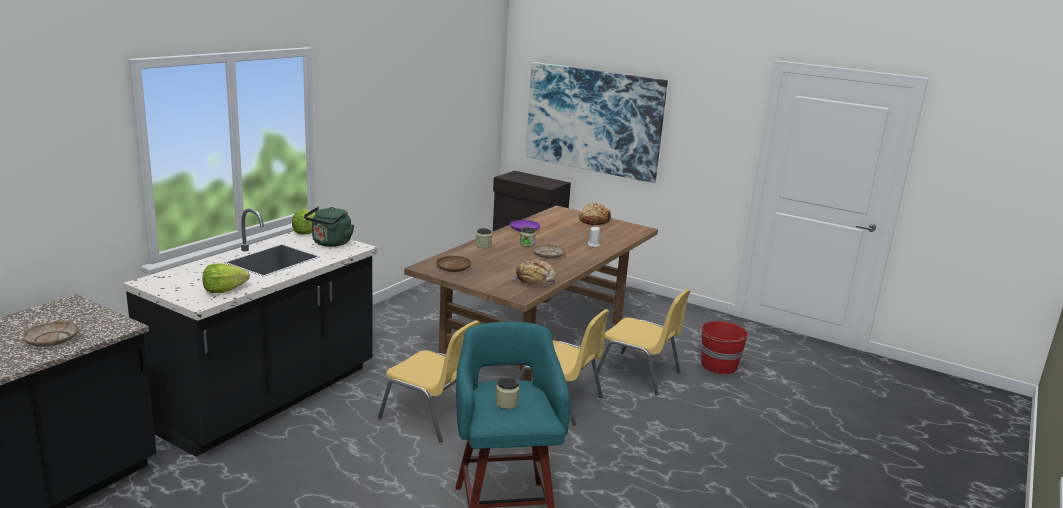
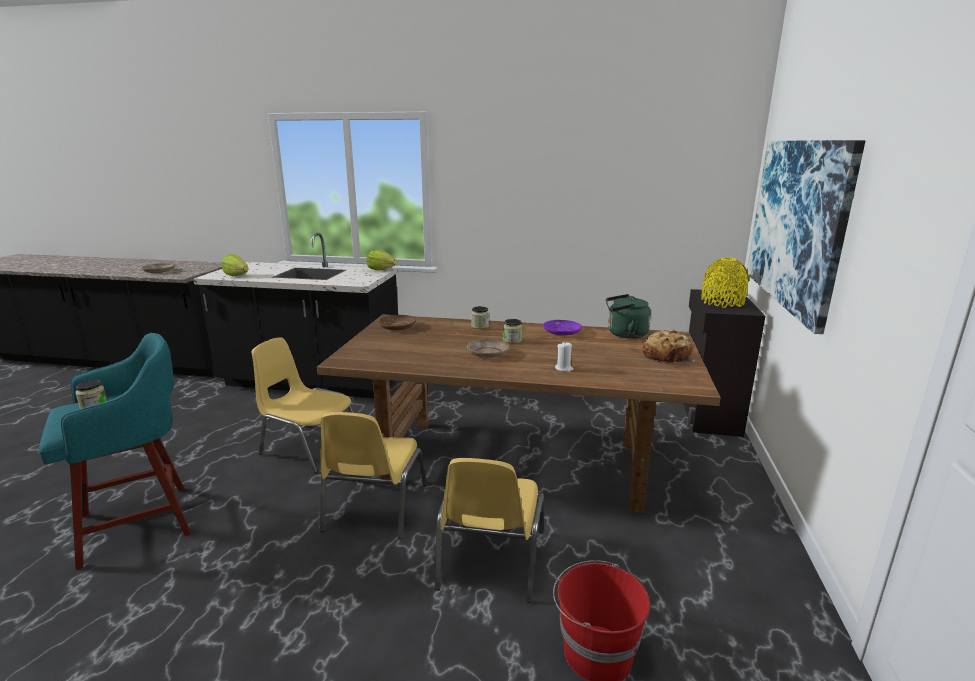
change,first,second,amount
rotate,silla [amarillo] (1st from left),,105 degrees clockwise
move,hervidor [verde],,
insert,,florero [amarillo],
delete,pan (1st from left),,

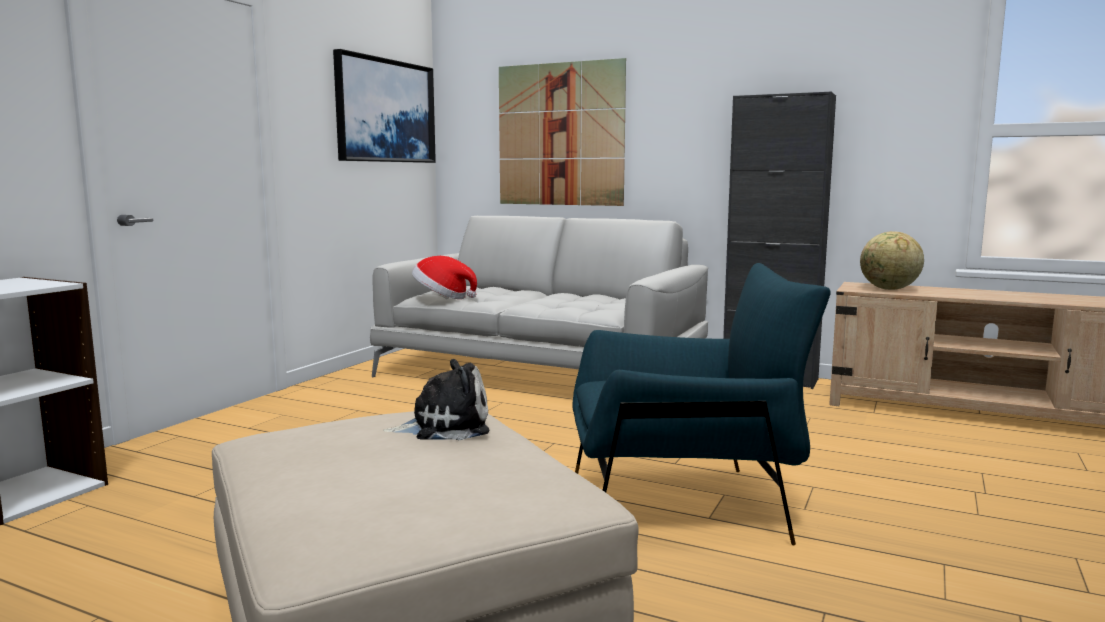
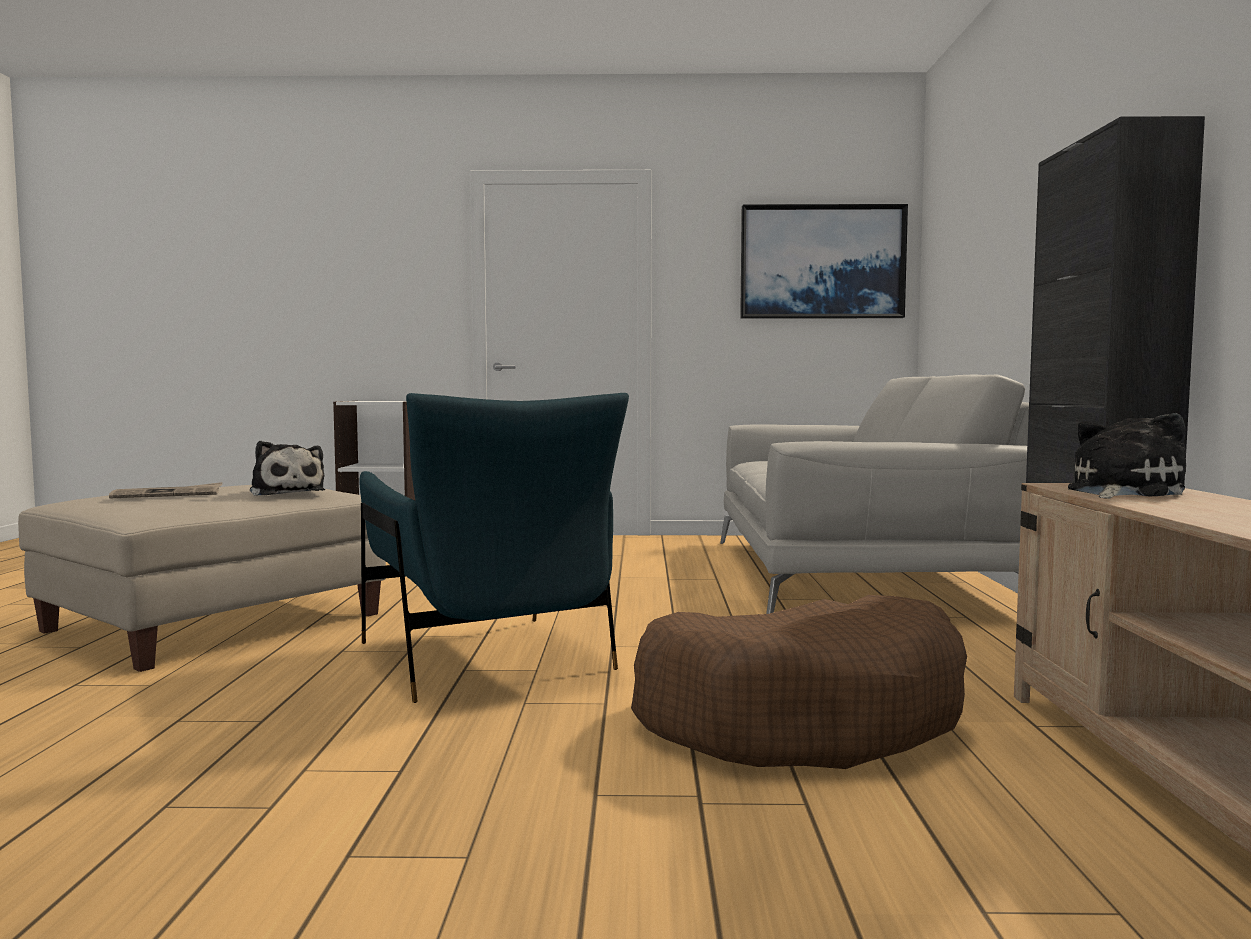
change,first,second,amount
insert,,periódico,
insert,,cama para perro [marrón],
replace,globo terráqueo,peluche (2nd from left),
delete,sombrero,,
delete,cuadro (2nd from left),,

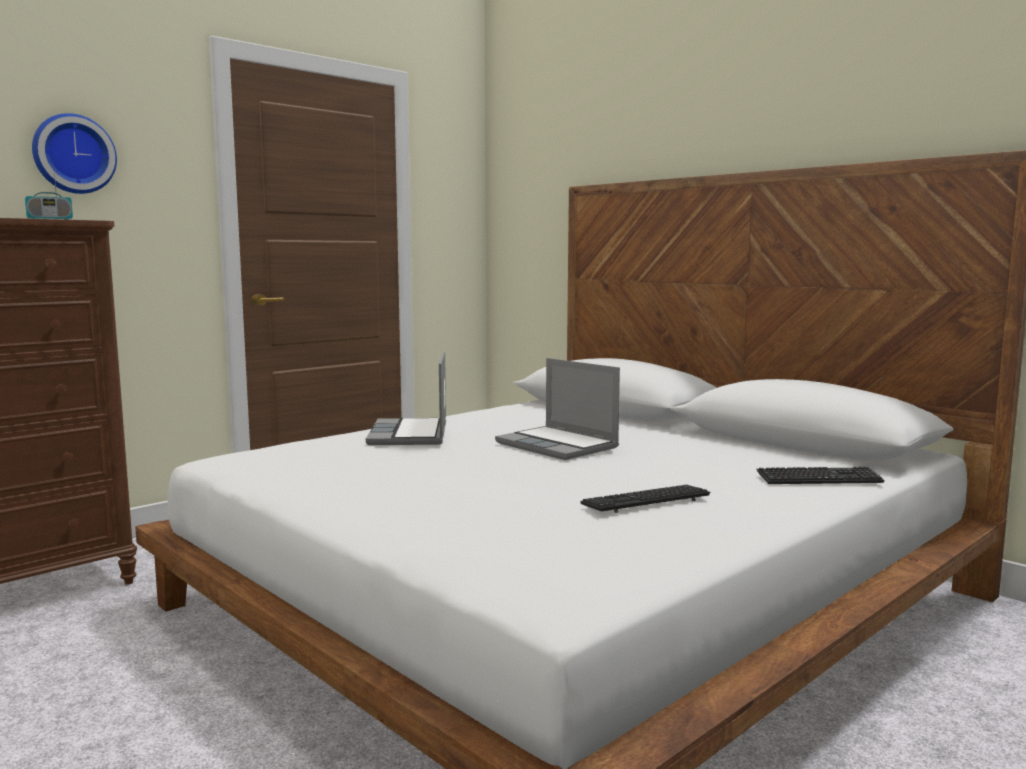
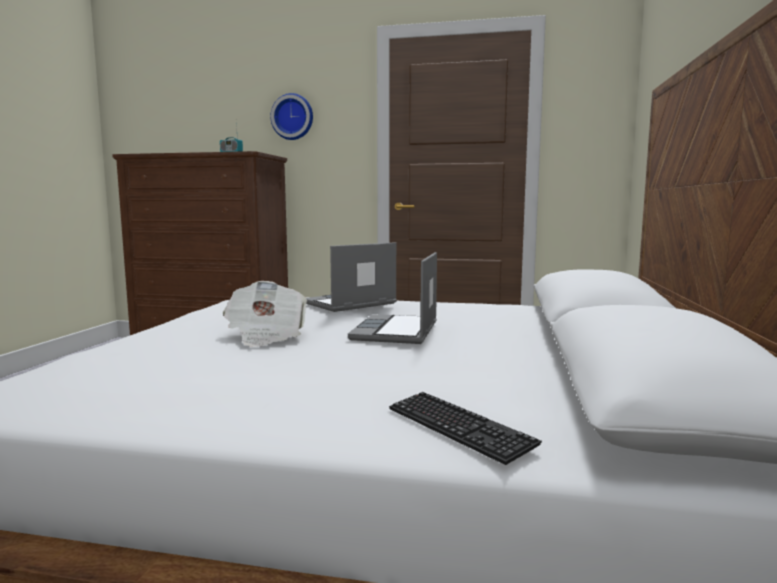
change,first,second,amount
insert,,periódico,
delete,teclado (1st from left),,

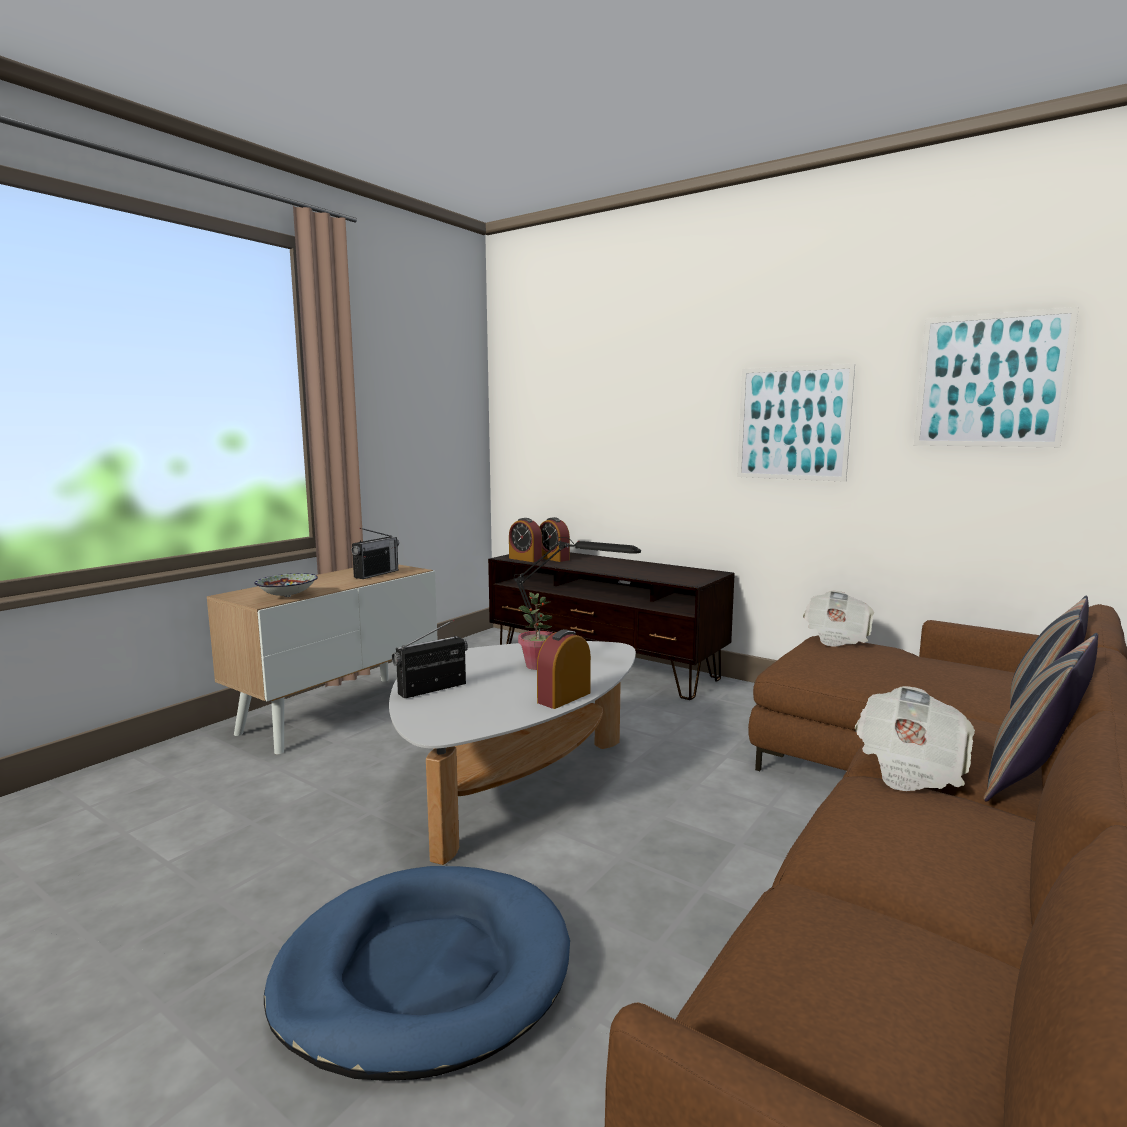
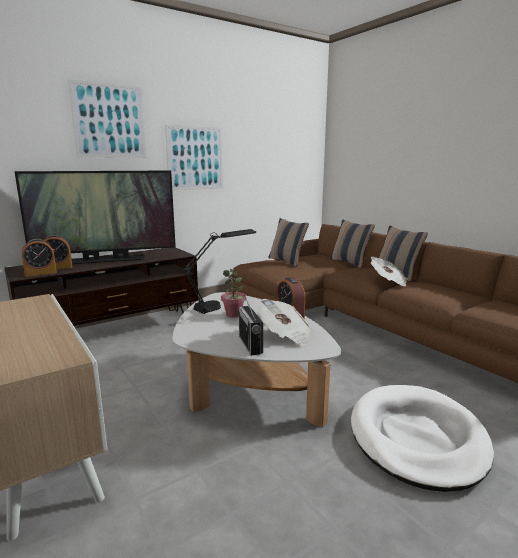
change,first,second,amount
insert,,televisor,
move,cuadro (2nd from left in the first image),cuadro (1st from left),
move,periódico (1st from left),,
insert,,cojín (1st from left),
recolor,cama para perro [azul],cama para perro [blanco],
delete,cuenco,,
delete,radio (1st from left),,

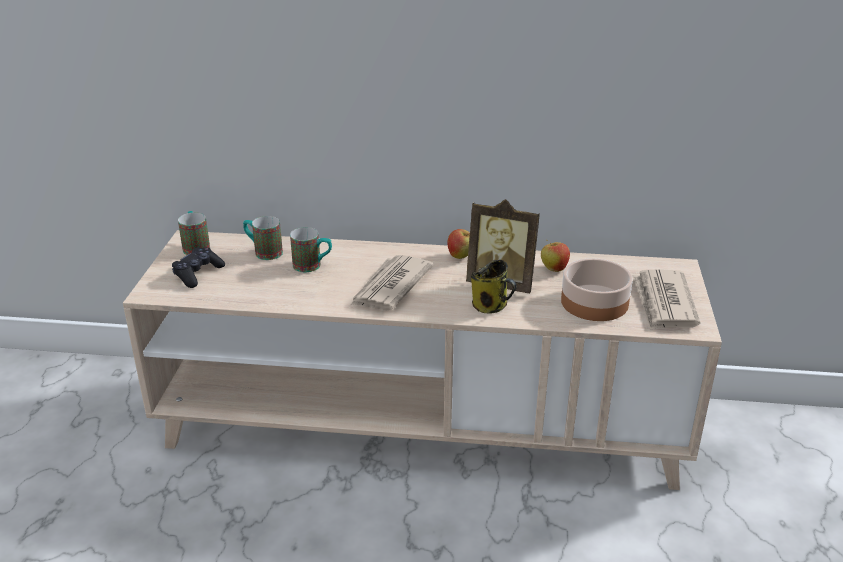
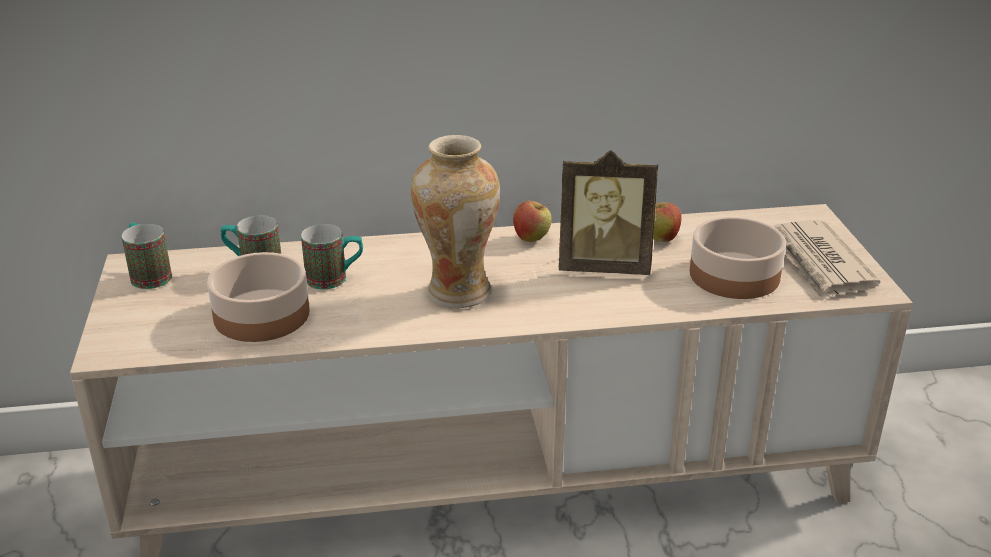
change,first,second,amount
insert,,cuenco (1st from left),
replace,periódico (1st from left),florero,
delete,mando de consola [negro],,
delete,taza grande (4th from left),,

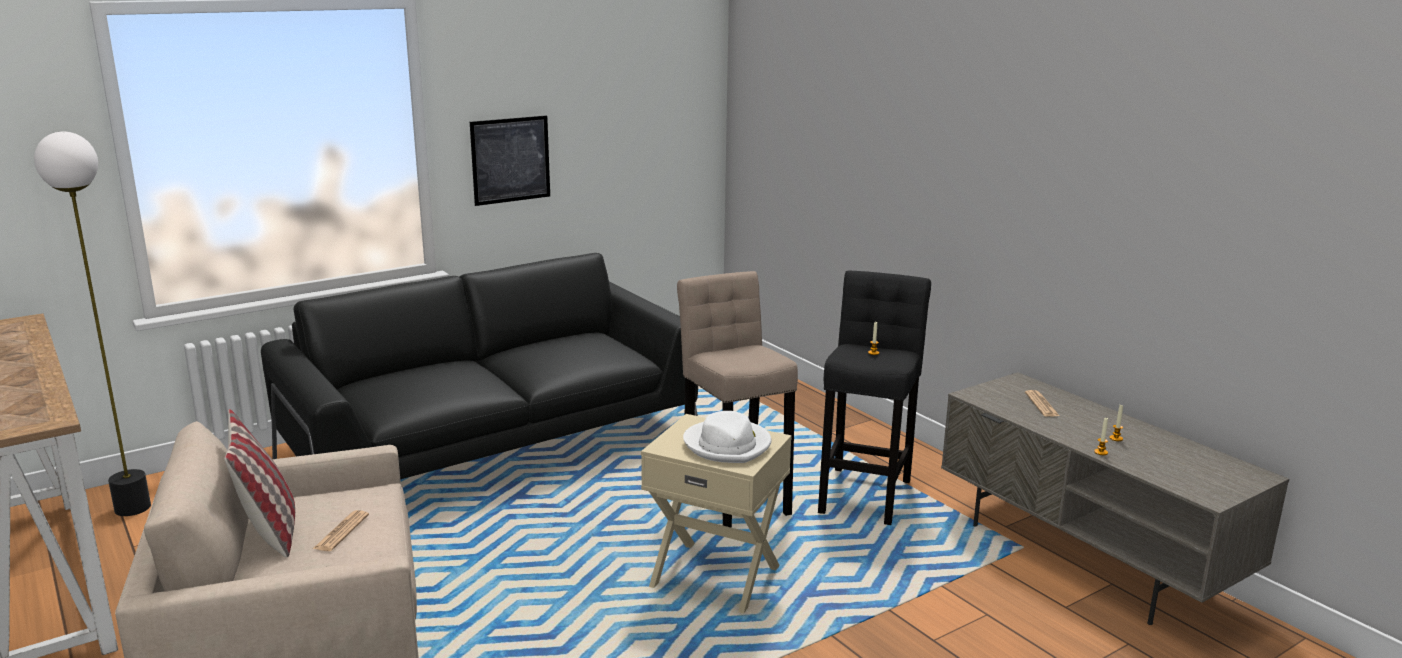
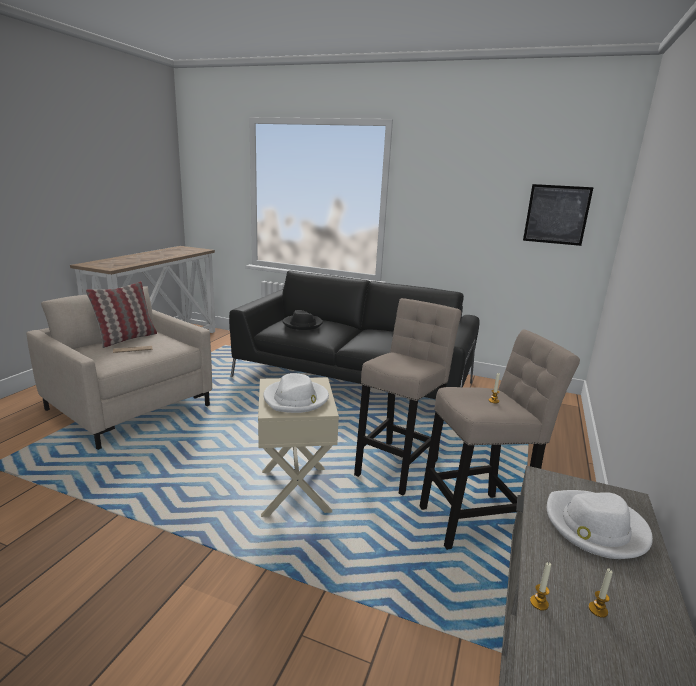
change,first,second,amount
insert,,sombrero [negro],
recolor,taburete [negro],taburete [beis] (2nd from left),
move,cuadro,,
replace,periódico (2nd from left),sombrero [blanco] (2nd from left),
delete,lámpara de pie,,

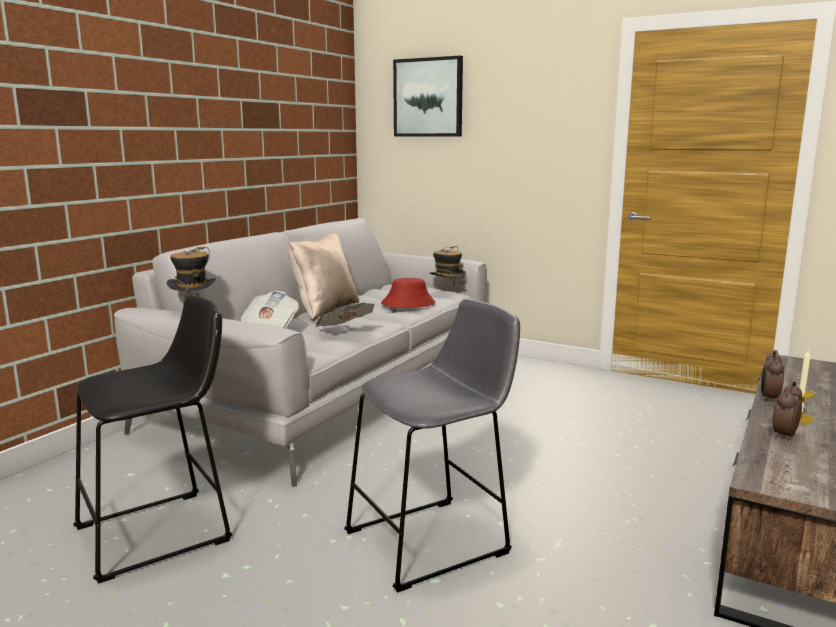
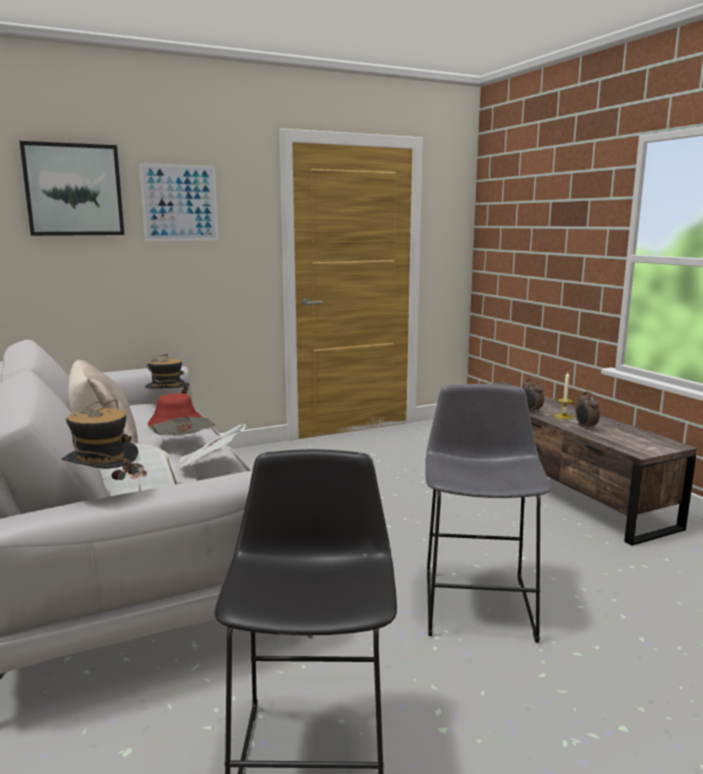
change,first,second,amount
insert,,cuadro (2nd from left),
insert,,periódico (2nd from left),

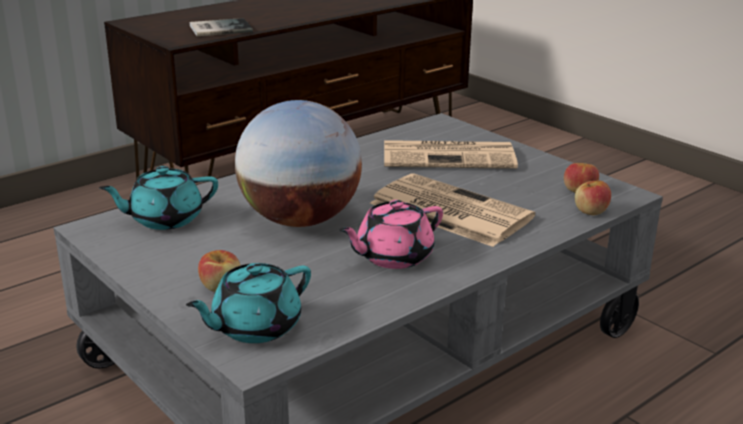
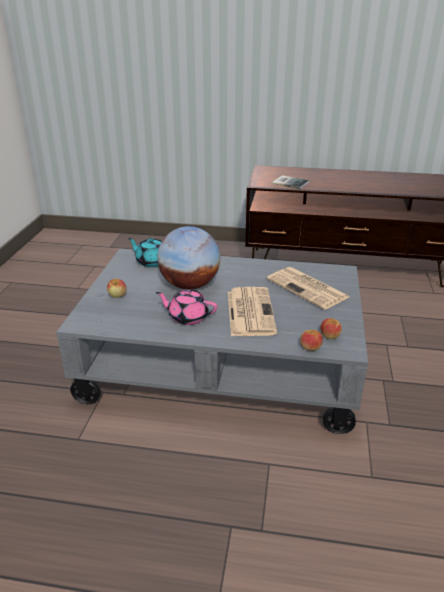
change,first,second,amount
delete,tetera [turquesa] (2nd from left),,

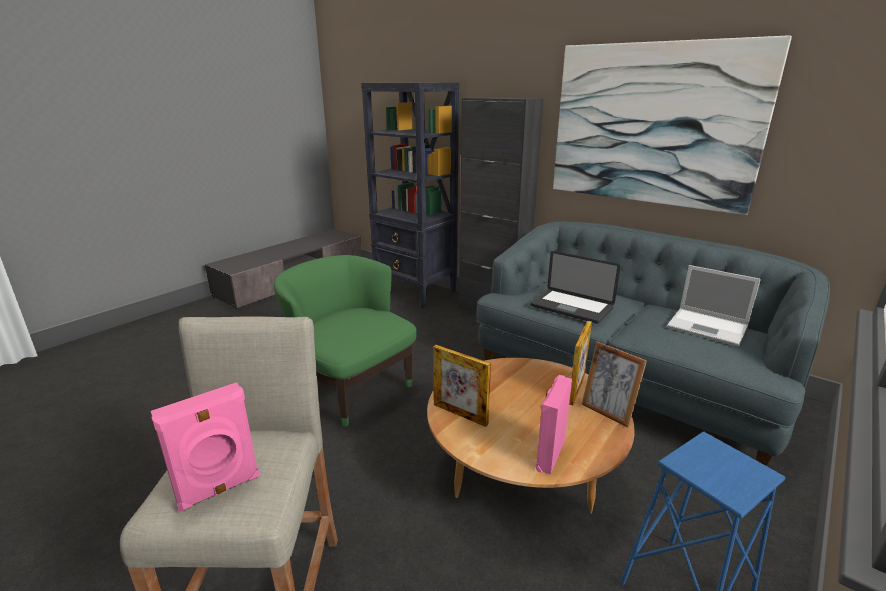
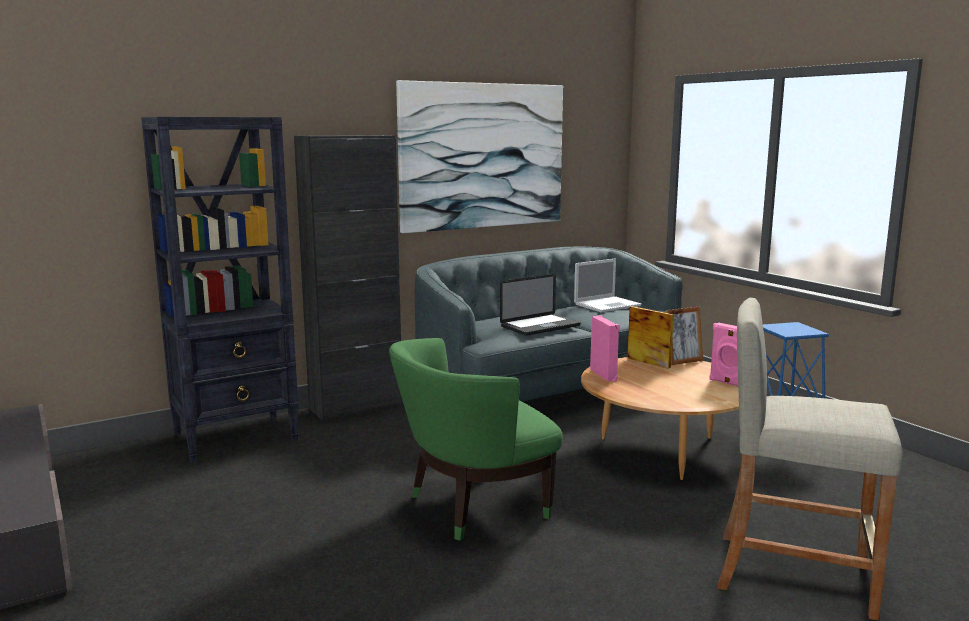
change,first,second,amount
move,altavoz [rosa] (1st from left),,
delete,portarretratos (1st from left),,

